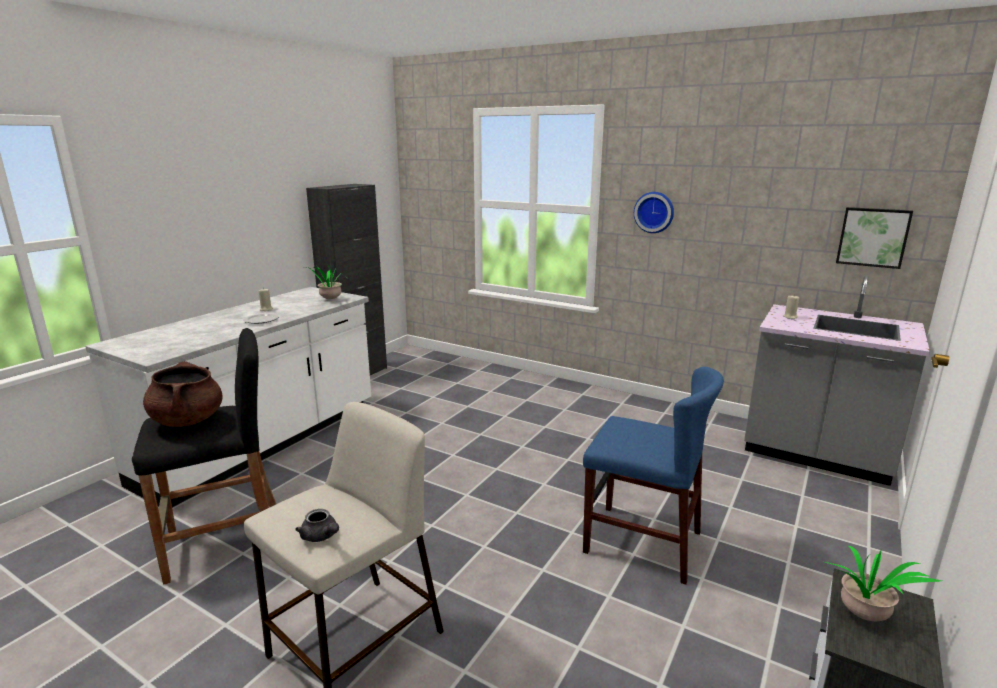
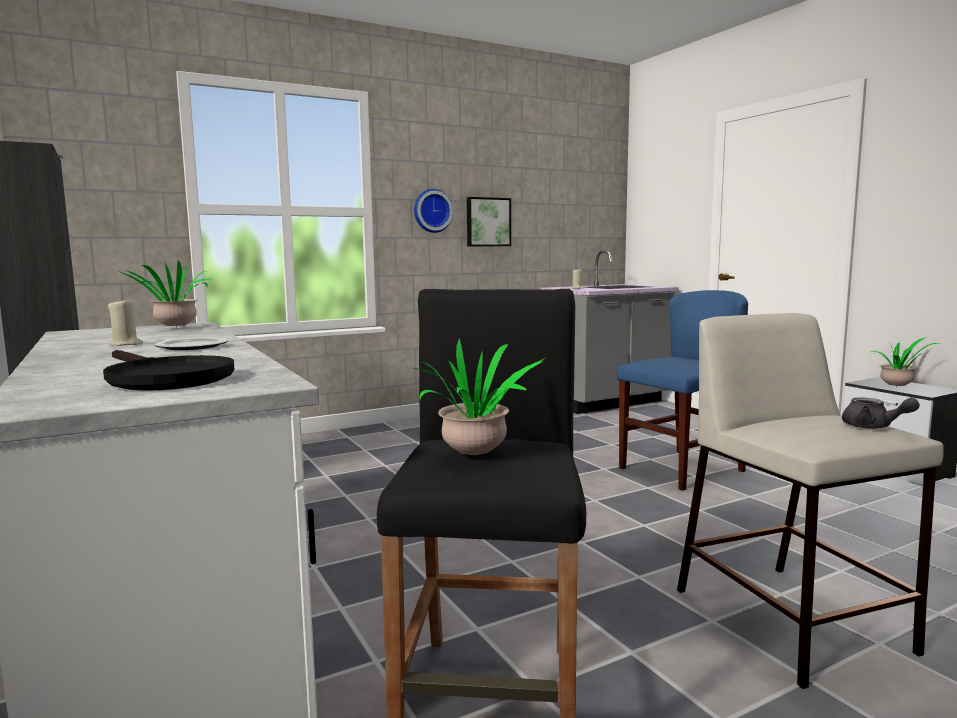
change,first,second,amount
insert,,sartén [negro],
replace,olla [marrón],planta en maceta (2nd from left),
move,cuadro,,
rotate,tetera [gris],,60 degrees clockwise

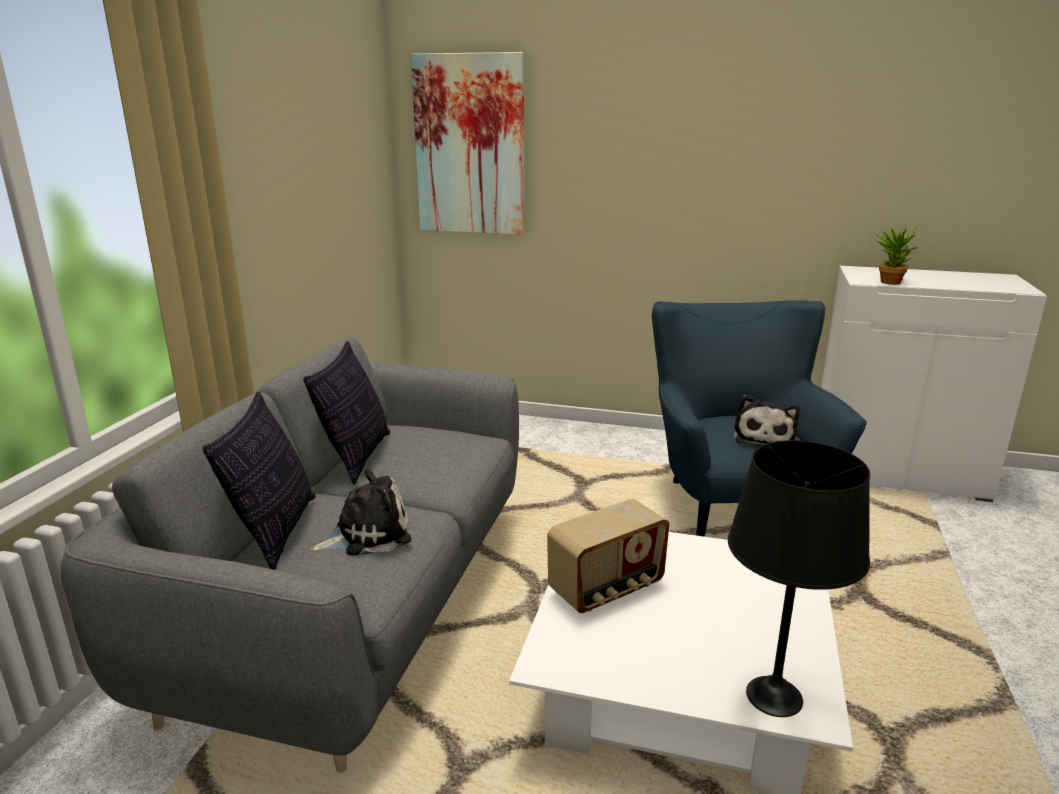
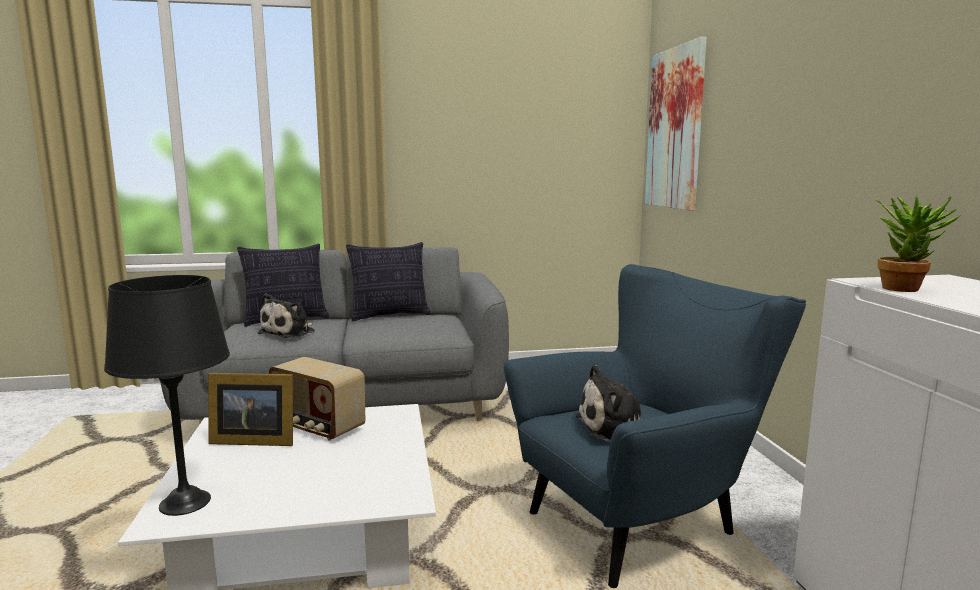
change,first,second,amount
insert,,portarretratos,
rotate,peluche (1st from left),,75 degrees clockwise

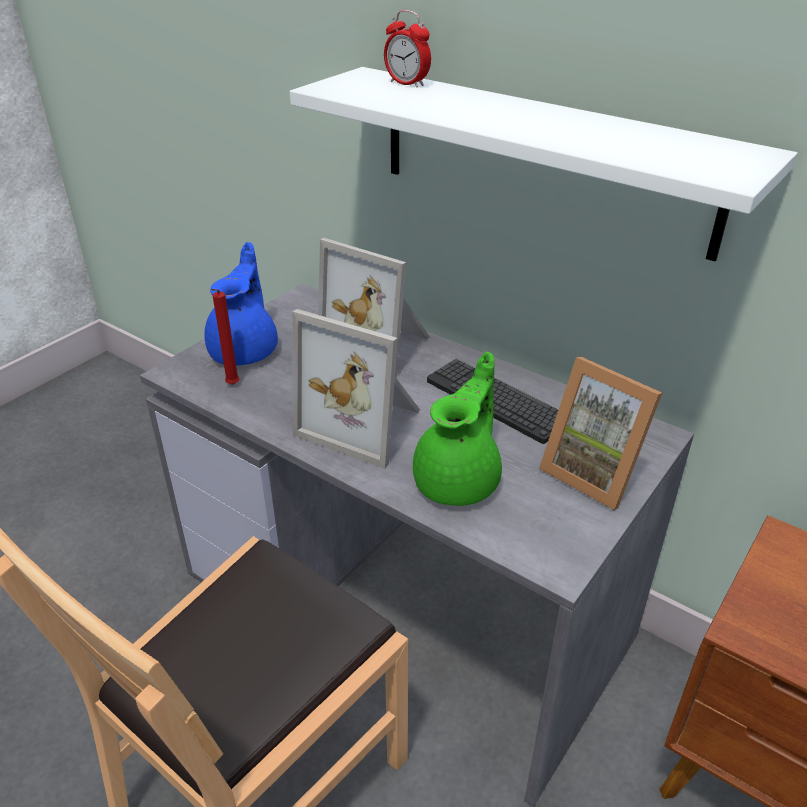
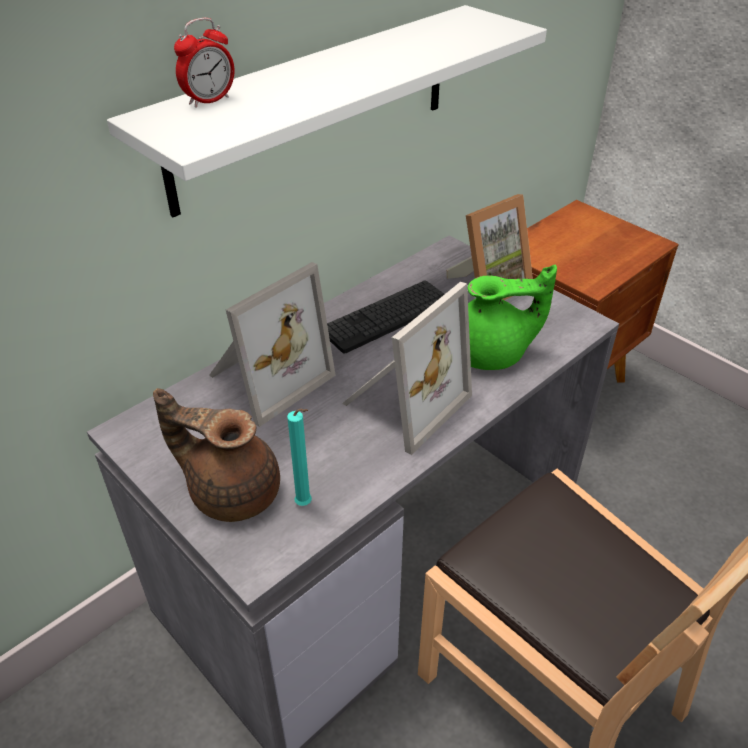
change,first,second,amount
recolor,tetera [azul],tetera [marrón],
recolor,vela [rojo],vela [turquesa],
rotate,tetera [verde],,135 degrees clockwise

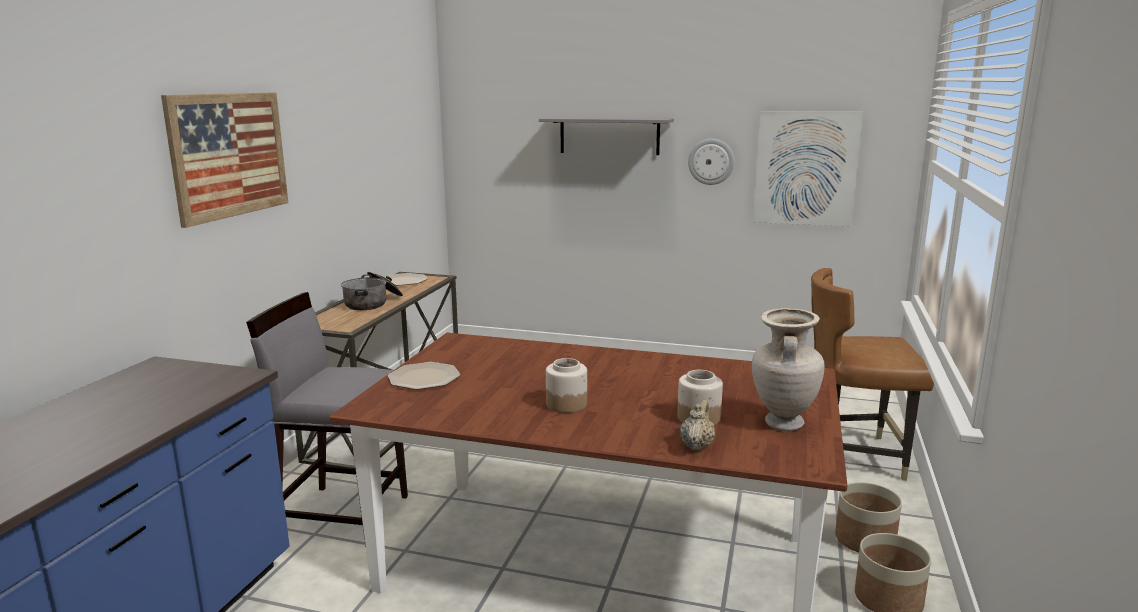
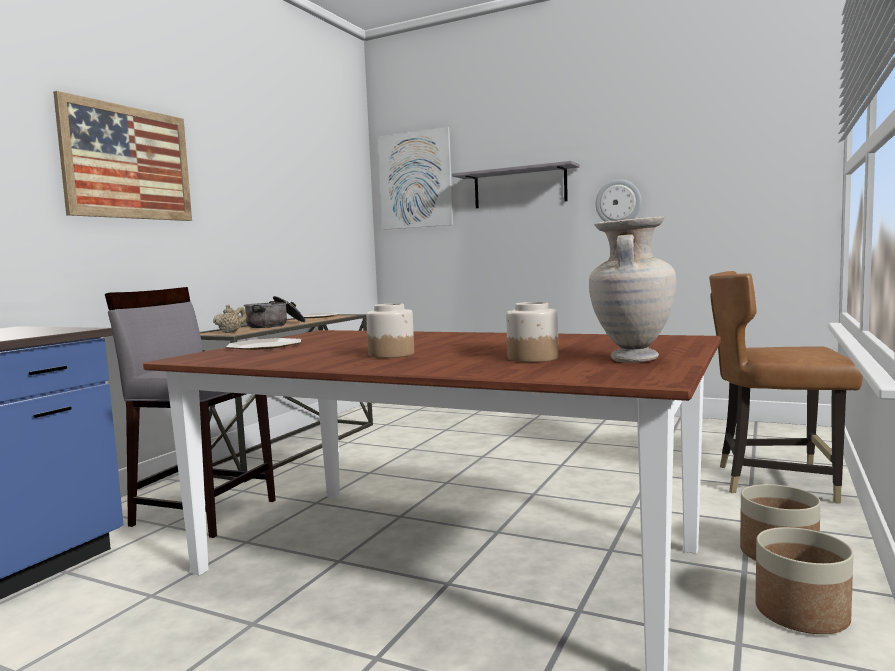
change,first,second,amount
move,tetera [beis],,
move,cuadro (2nd from left),,

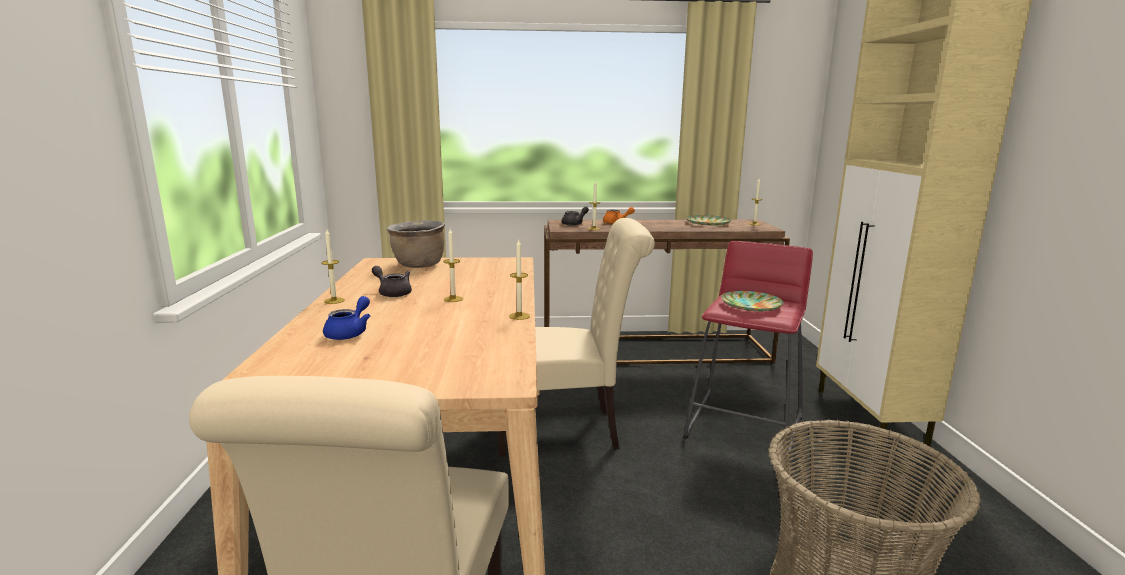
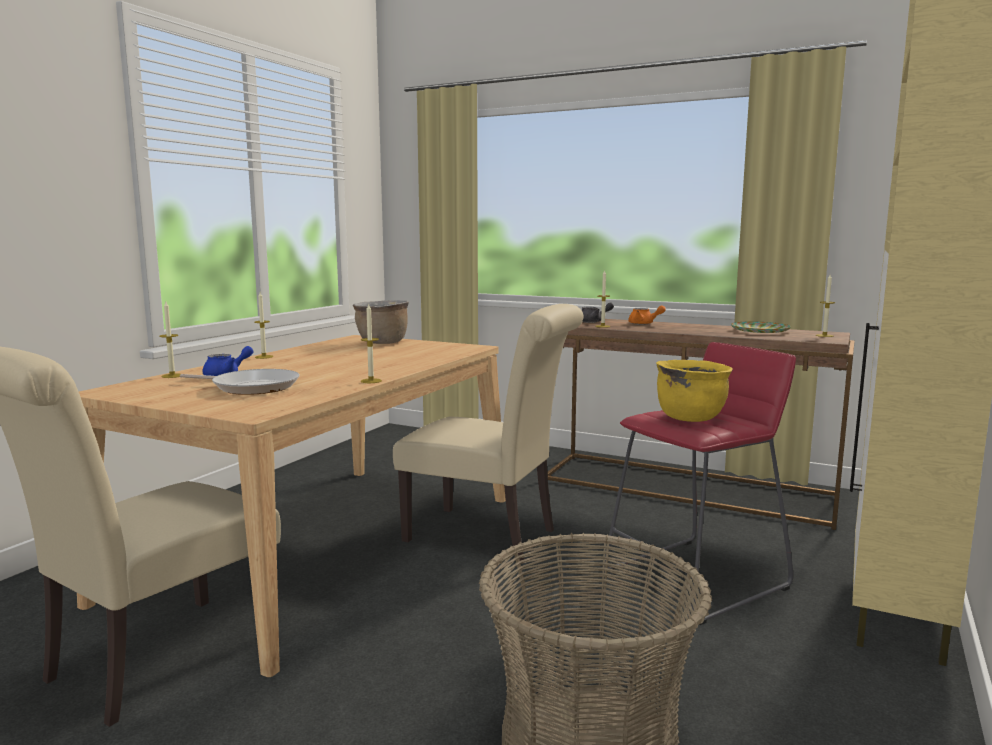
change,first,second,amount
move,vela (2nd from left in the first image),vela (1st from left),
insert,,sartén,
replace,plato (2nd from left),olla [amarillo],
delete,tetera [gris] (1st from left),,

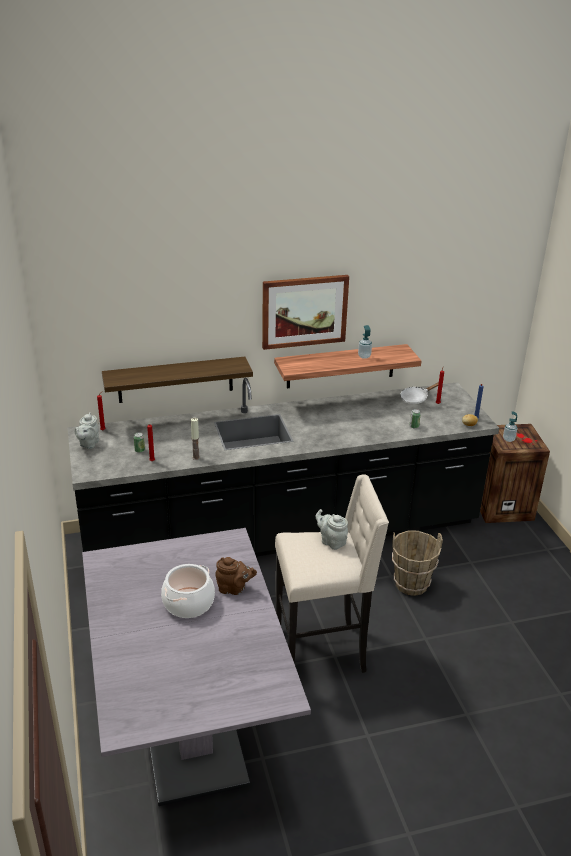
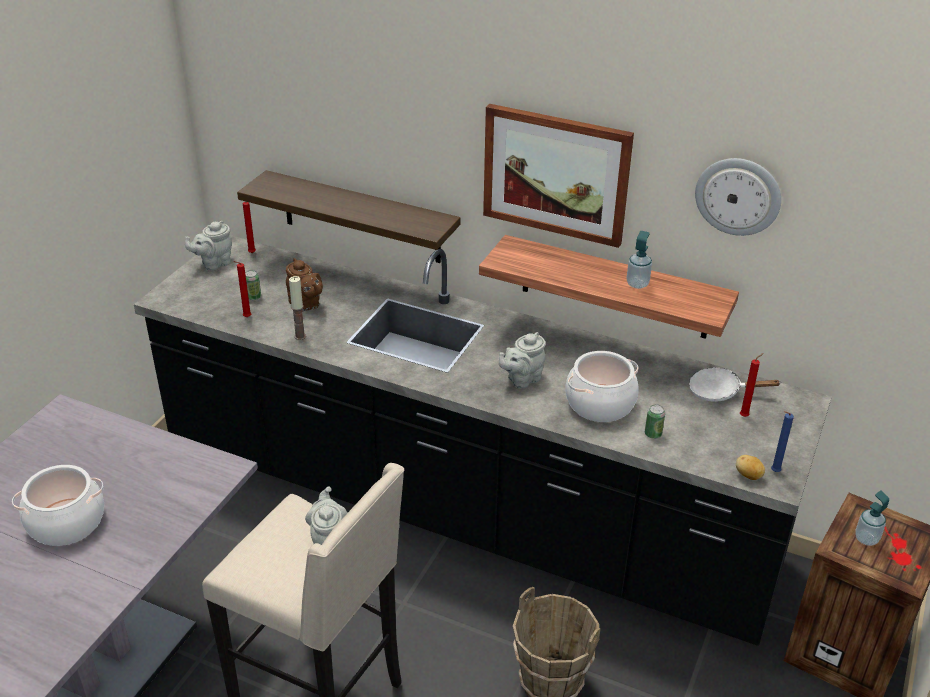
change,first,second,amount
move,tetera [marrón],,
insert,,tetera [gris] (3rd from left),
insert,,olla (2nd from left),
insert,,reloj de pared,

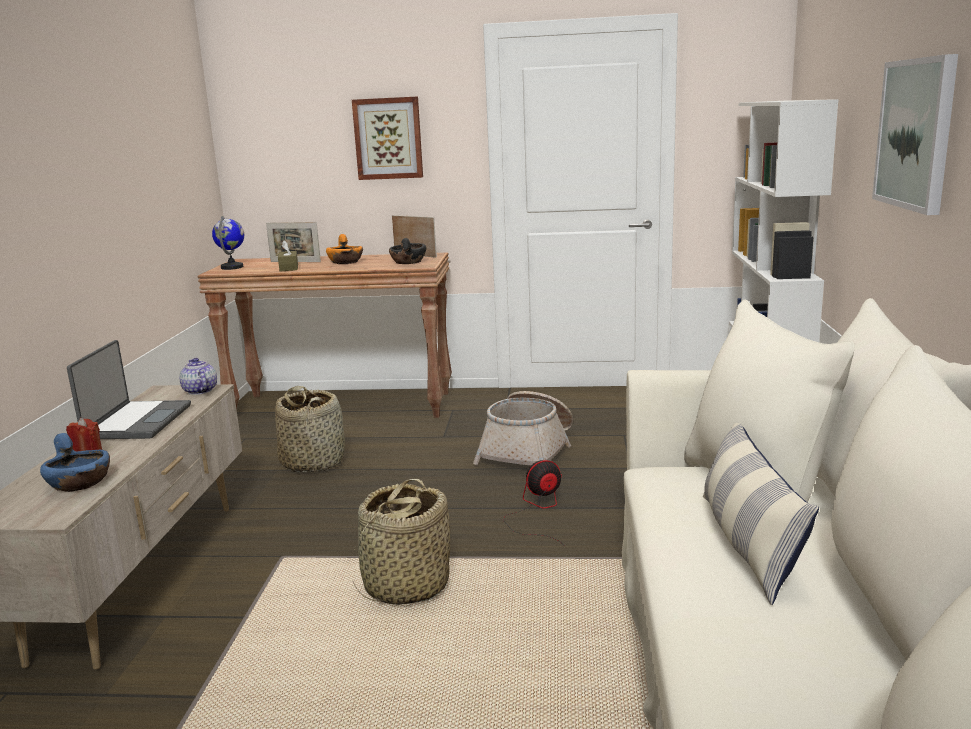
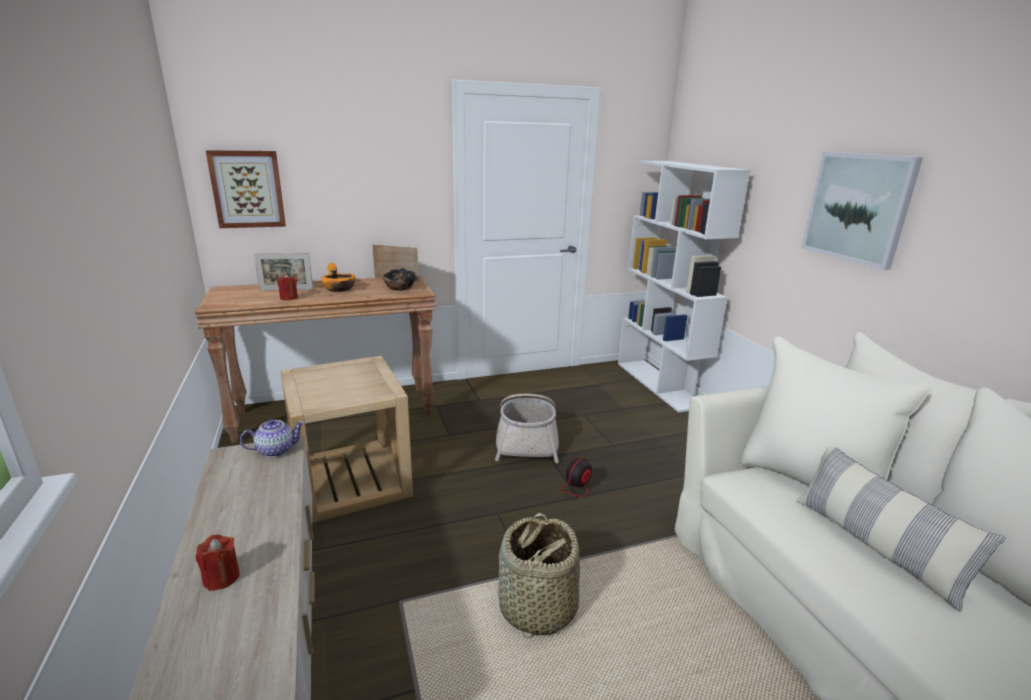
change,first,second,amount
move,cuadro (1st from left),,
rotate,tetera,,120 degrees clockwise
replace,caja de pañuelos [marrón],vela [rojo] (2nd from left),
replace,cesta (1st from left),mesa auxiliar [beis],
delete,cuenco [azul],,
delete,portátil,,
delete,globo terráqueo,,

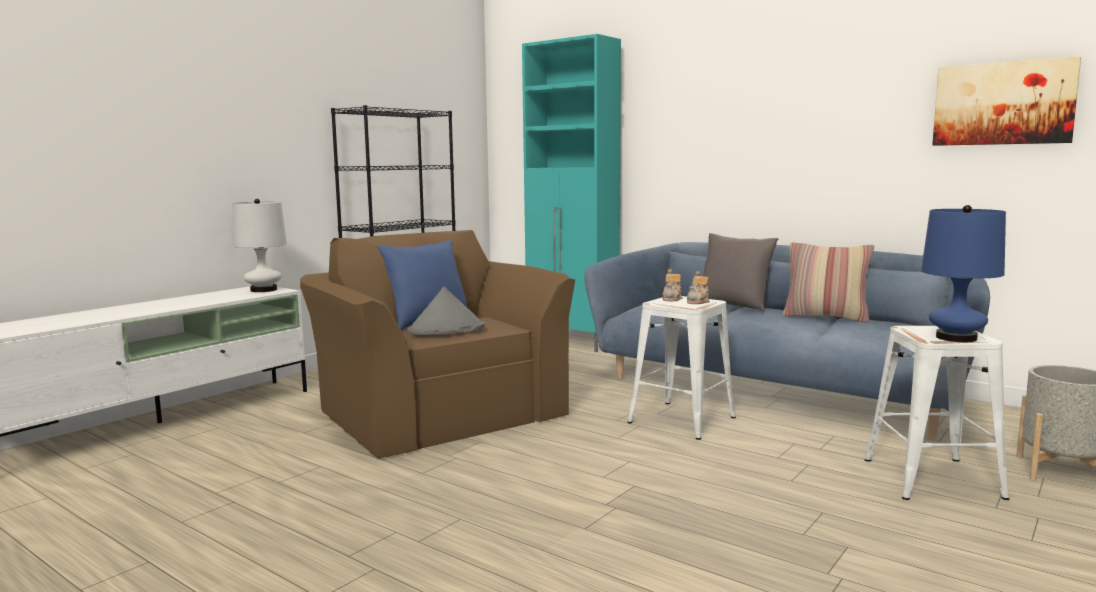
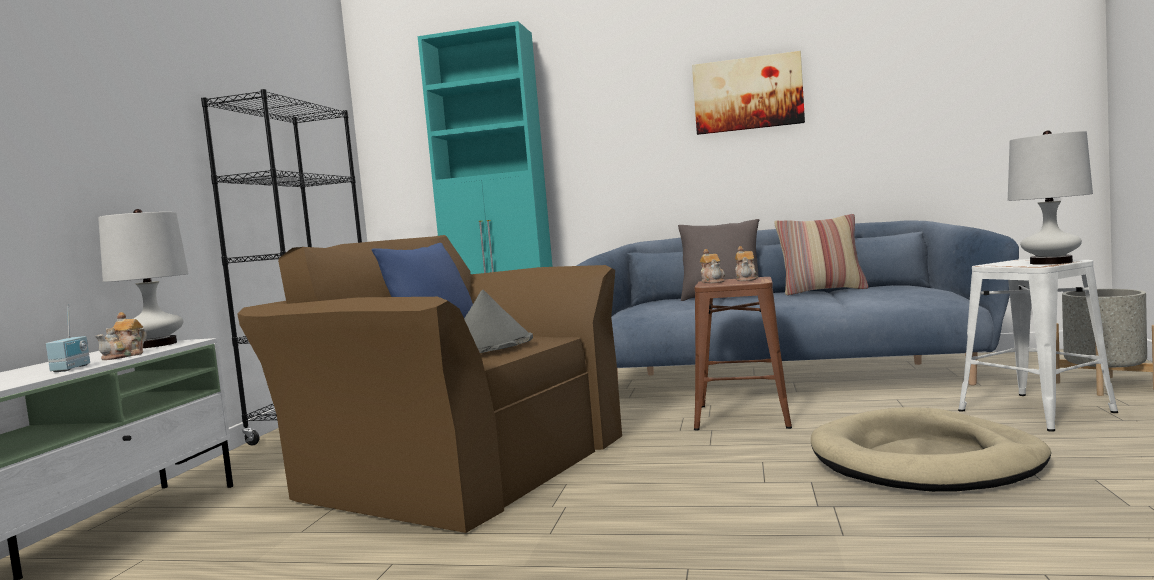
change,first,second,amount
insert,,radio,
insert,,tetera (1st from left),
move,cuadro,,
recolor,taburete [blanco] (1st from left),taburete [marrón],
insert,,cama para perro [beis],
recolor,lámpara de mesa [azul],lámpara de mesa [blanco] (2nd from left),

